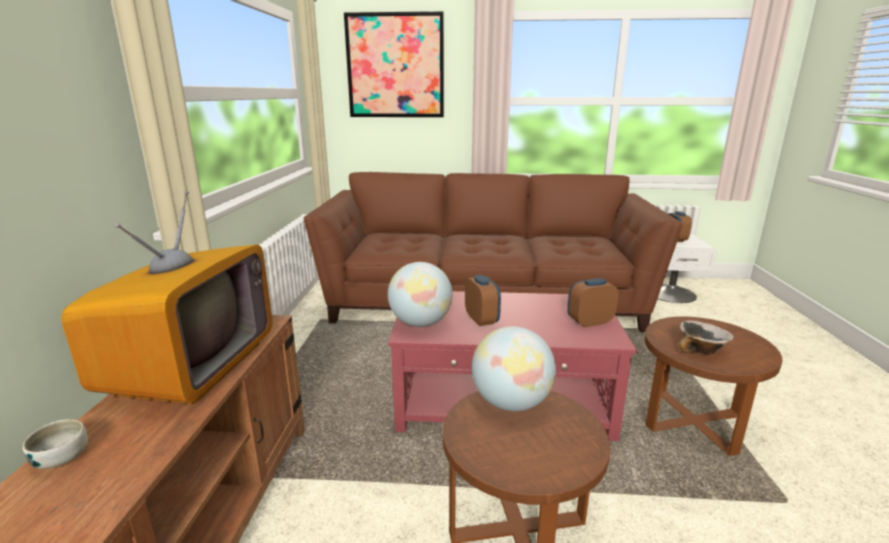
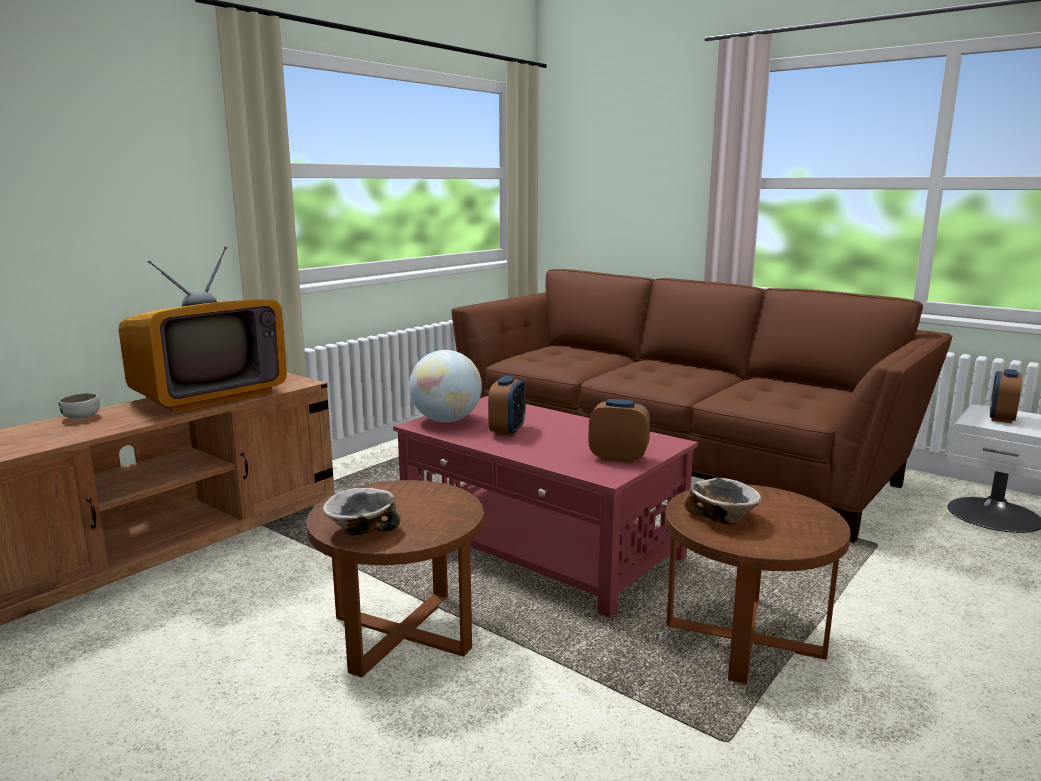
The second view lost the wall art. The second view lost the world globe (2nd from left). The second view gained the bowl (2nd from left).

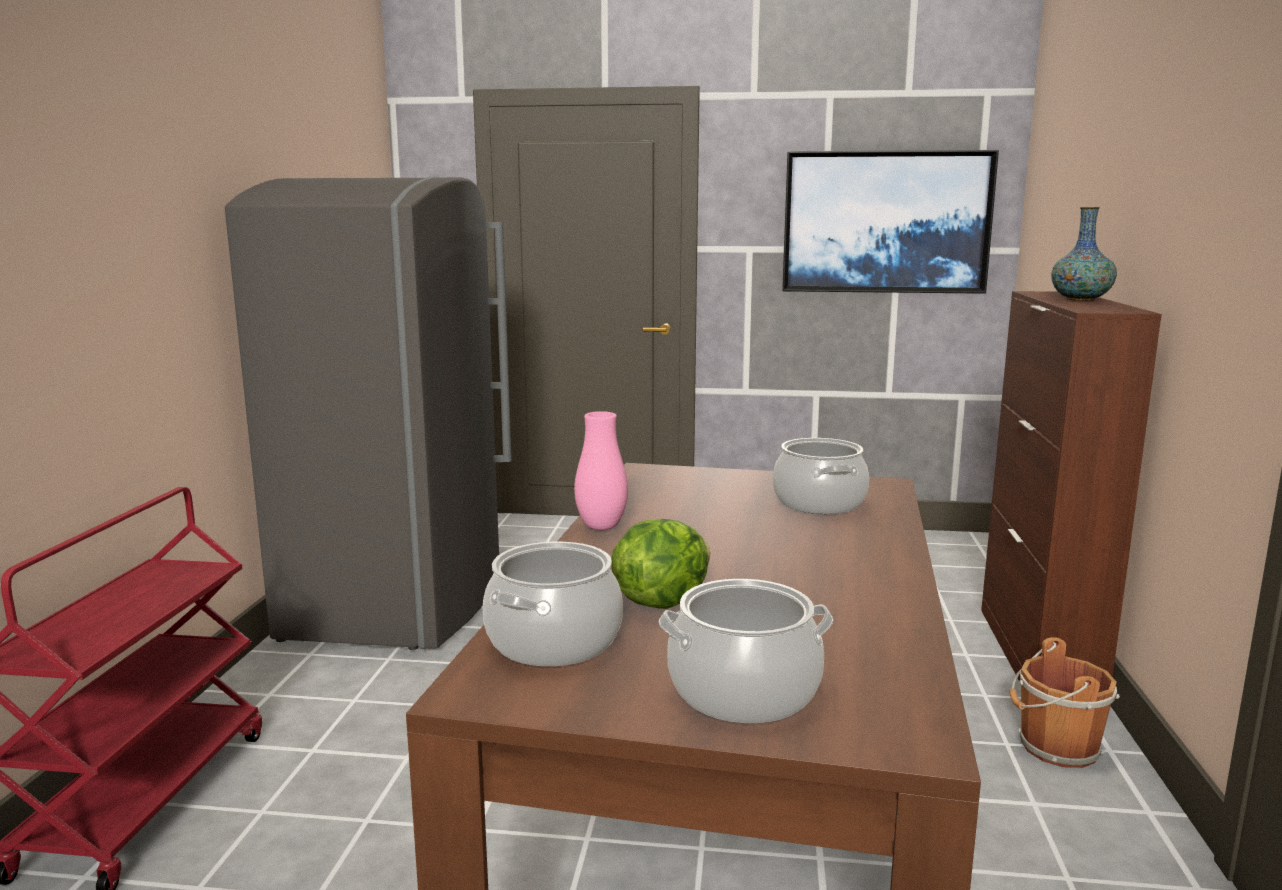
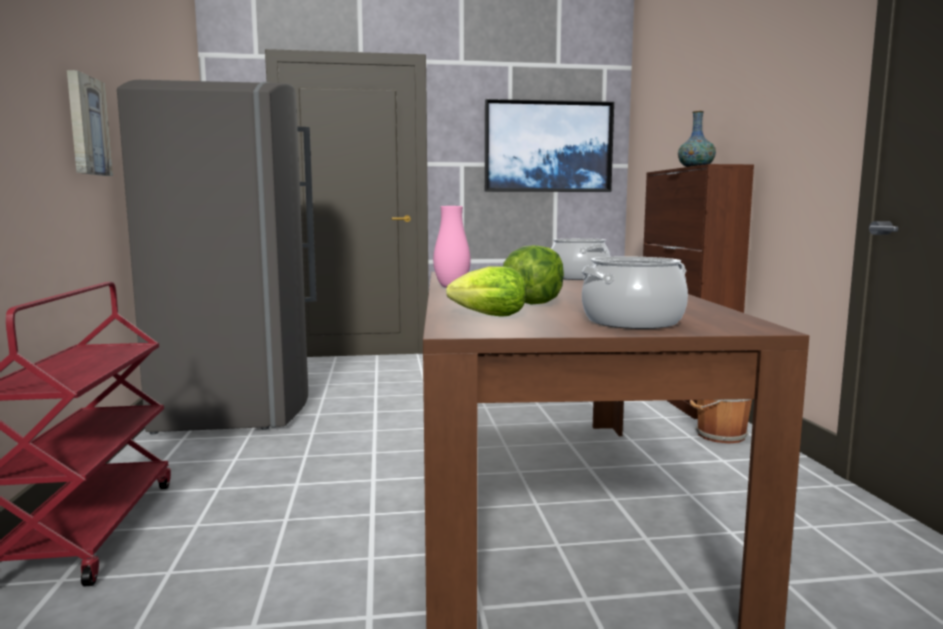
The second view gained the wall art (1st from left). Where the stockpot (1st from left) stood, the head of lettuce (1st from left) came to stand.

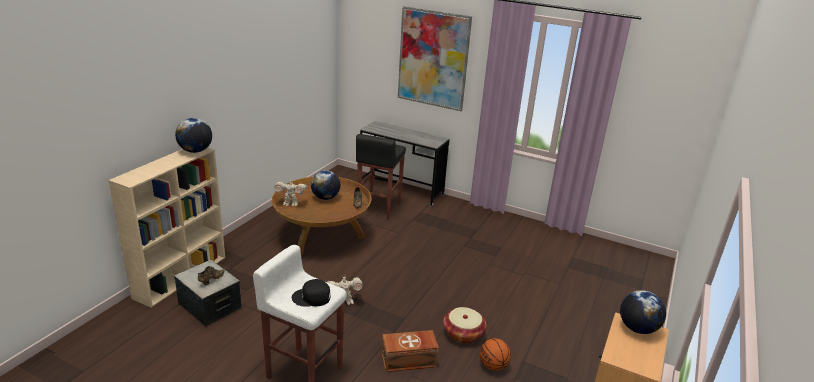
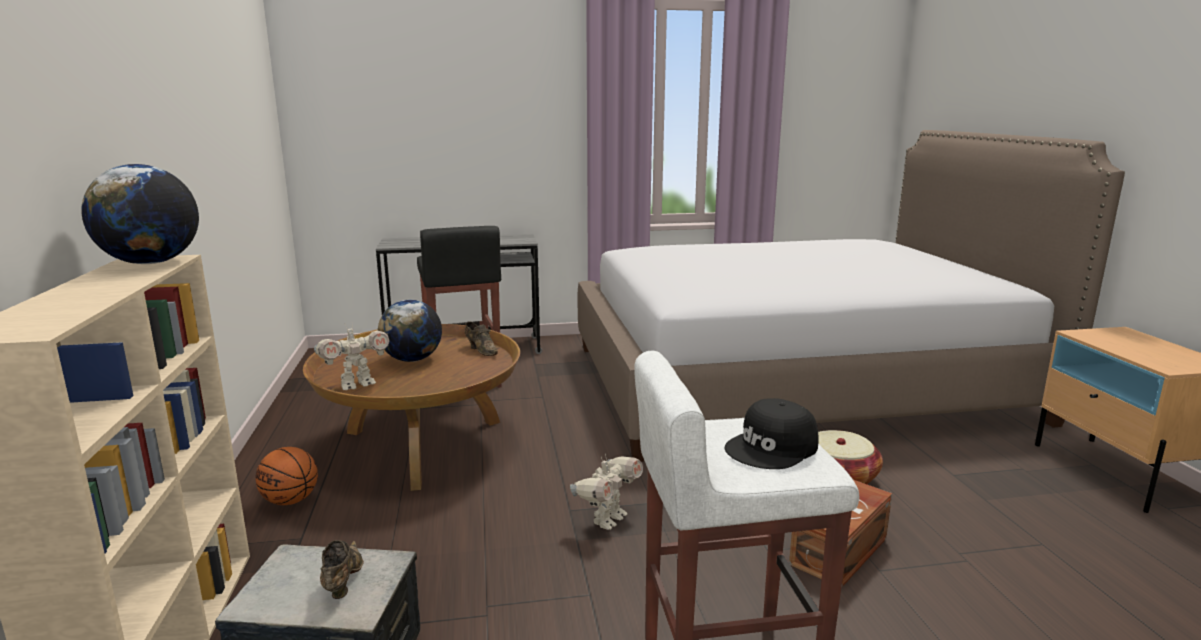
The second view lost the wall art. The second view lost the world globe (3rd from left). The second view gained the sleeping bed. The basketball ended up elsewhere.

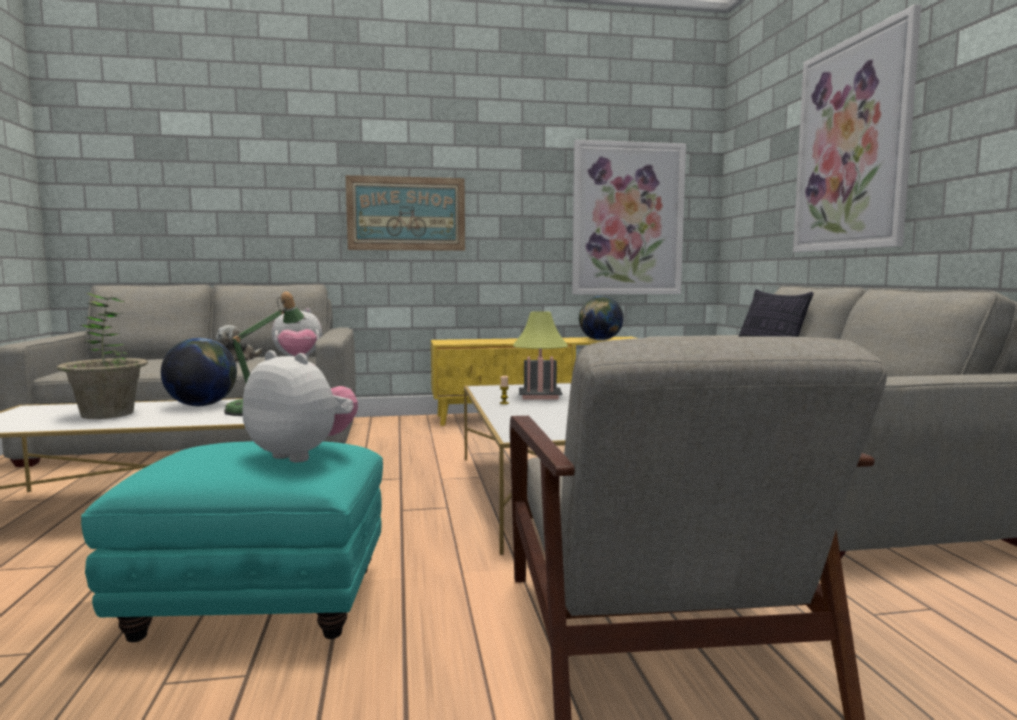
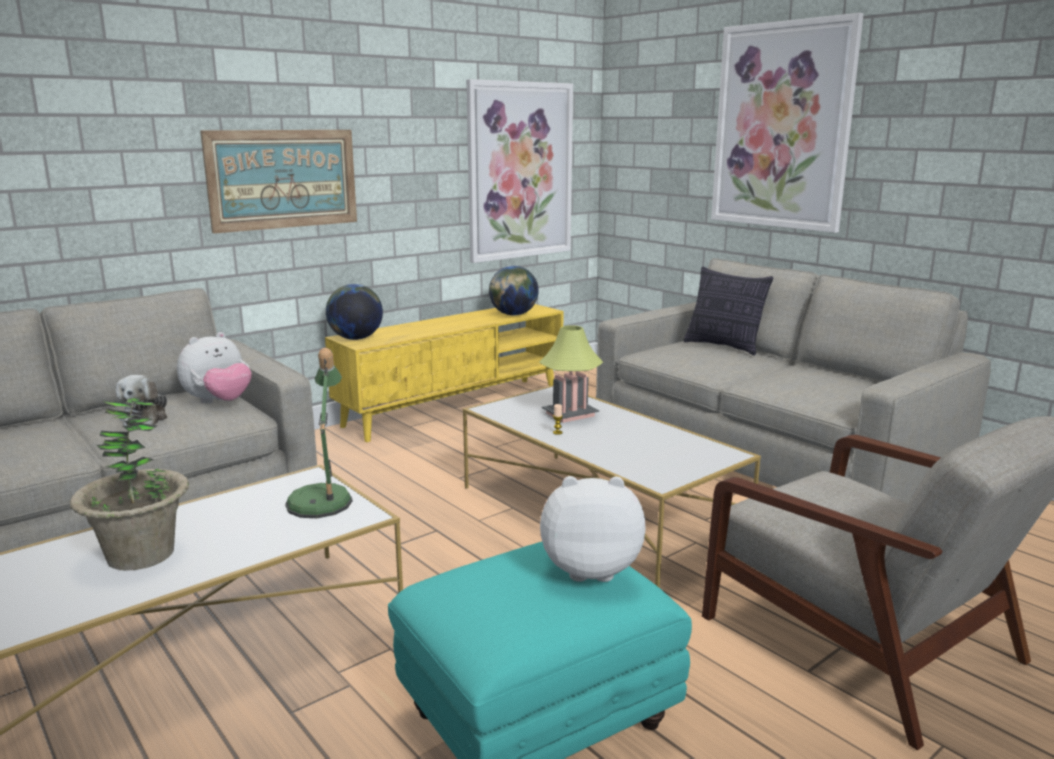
The world globe (1st from left) ended up elsewhere.

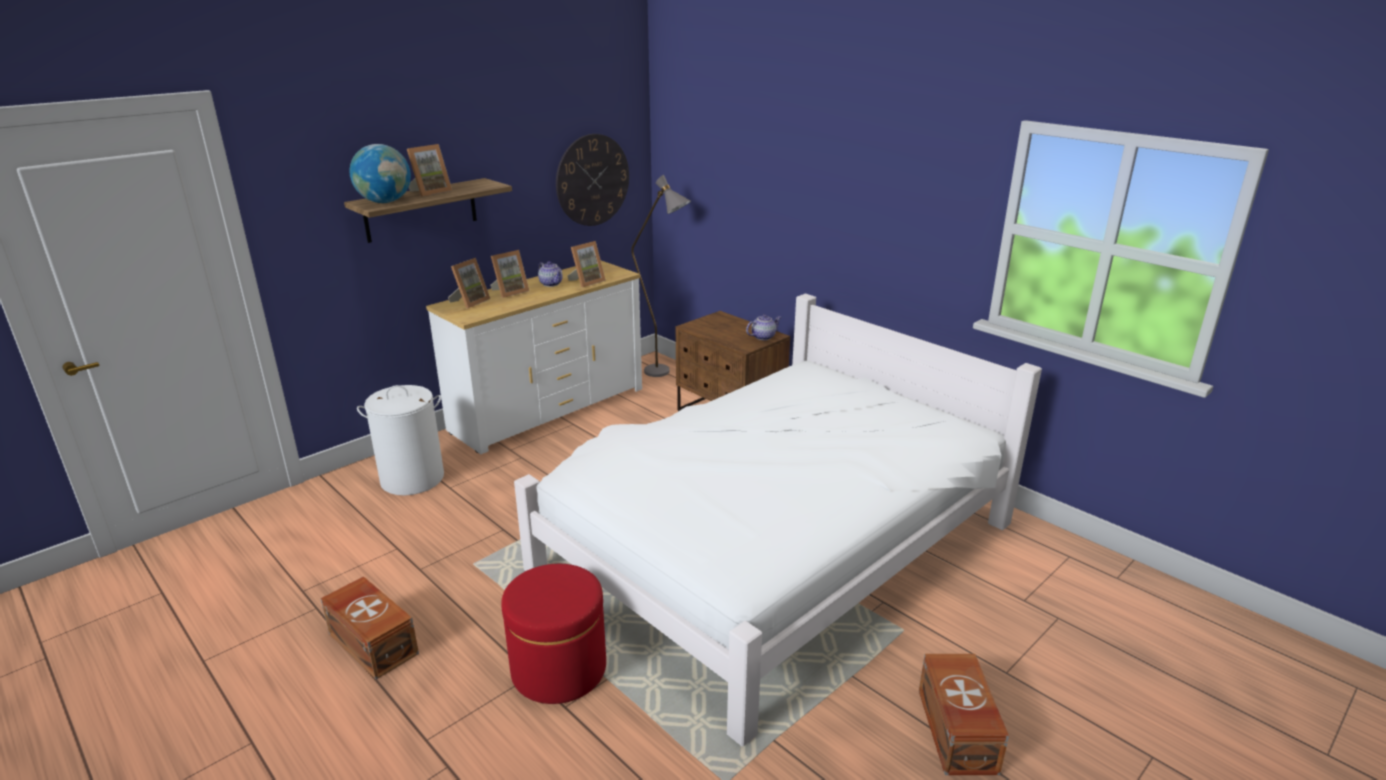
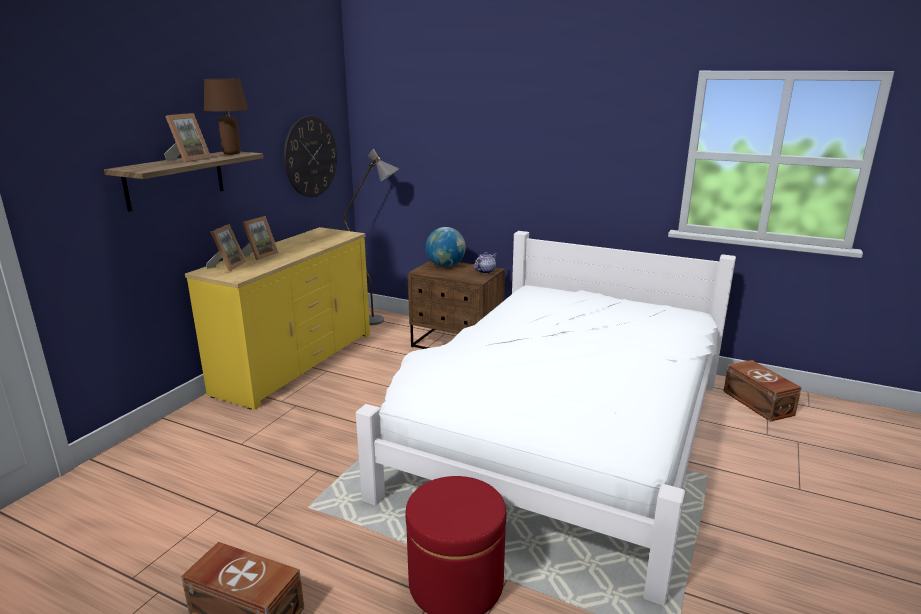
The second view lost the white-coloured washing basket. The second view lost the tea pot (1st from left). The second view lost the photo frame (4th from left). The second view gained the brown lamp for a table. The world globe ended up elsewhere. The brown storage box (2nd from left) ended up elsewhere. What was the white-coloured chest of drawers turned into the yellowish chest of drawers.

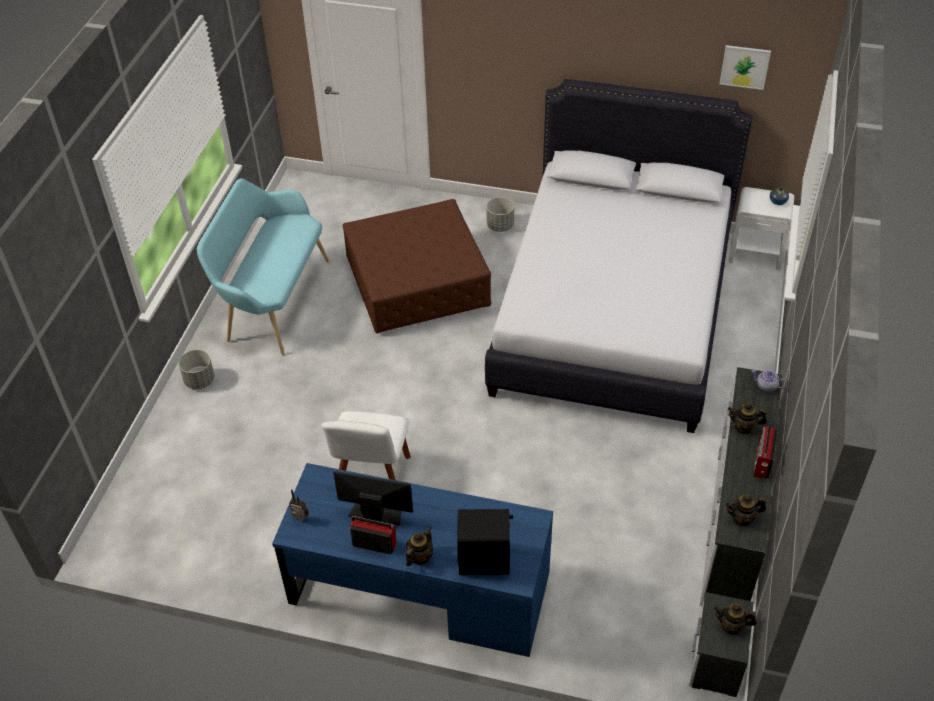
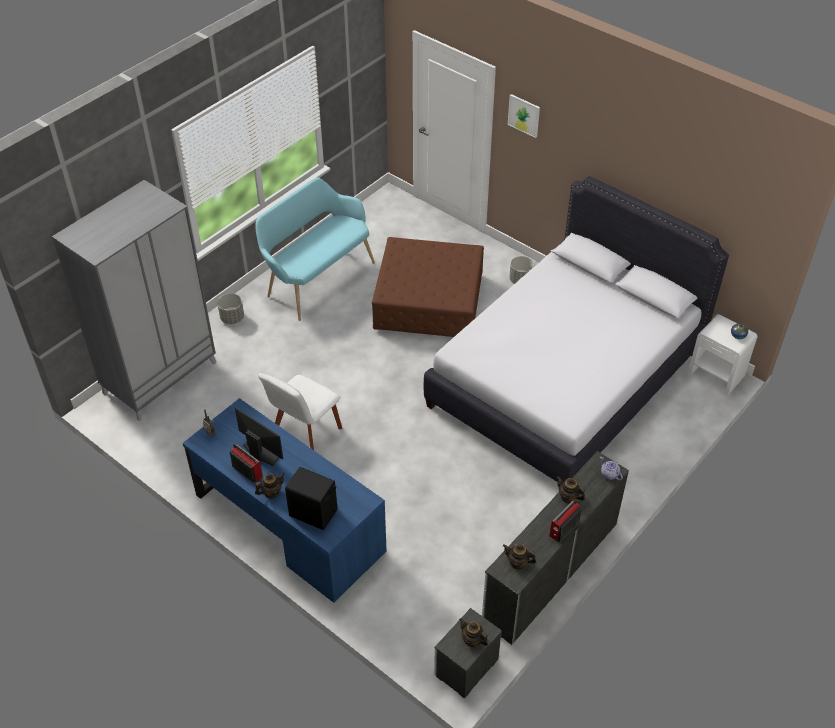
The second view gained the gray clothes cupboard. The wall art ended up elsewhere.

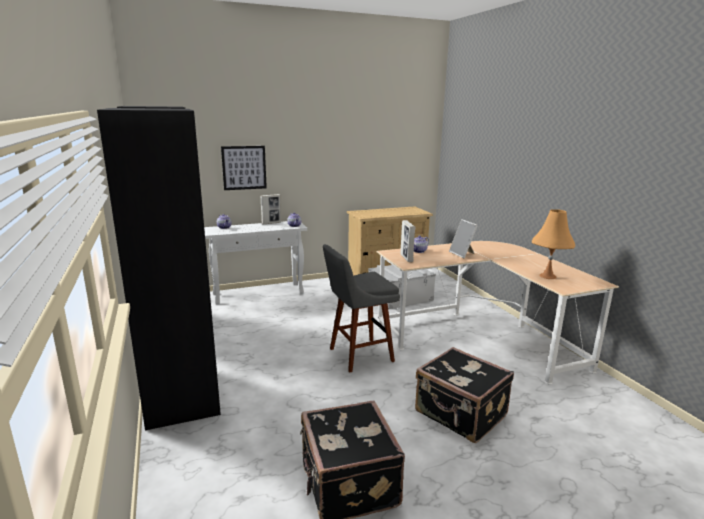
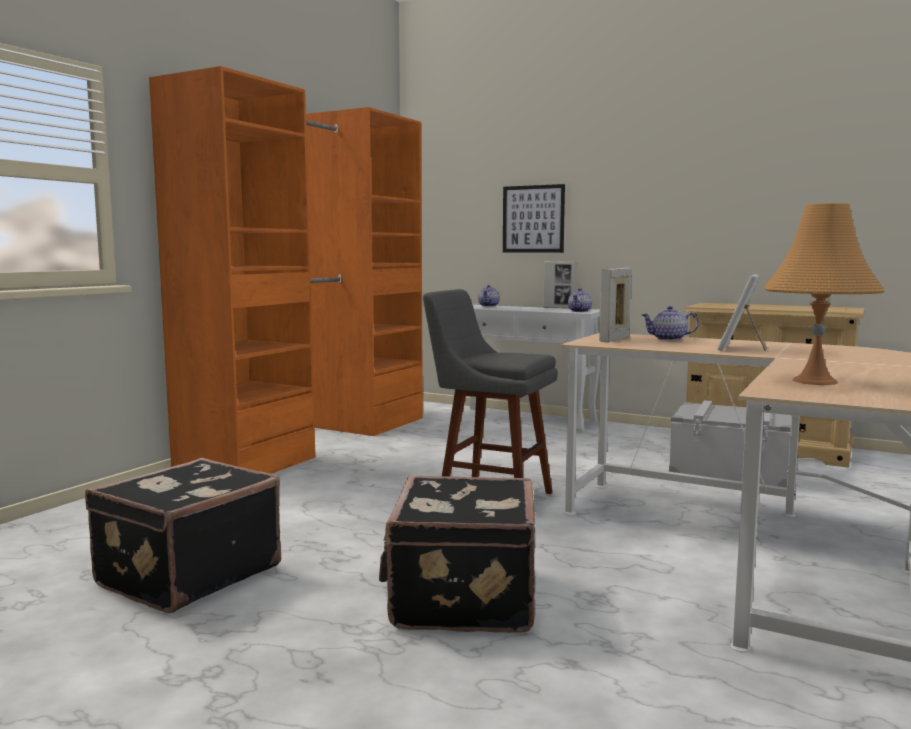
What was the black-coloured clothes cupboard turned into the orange clothes cupboard.

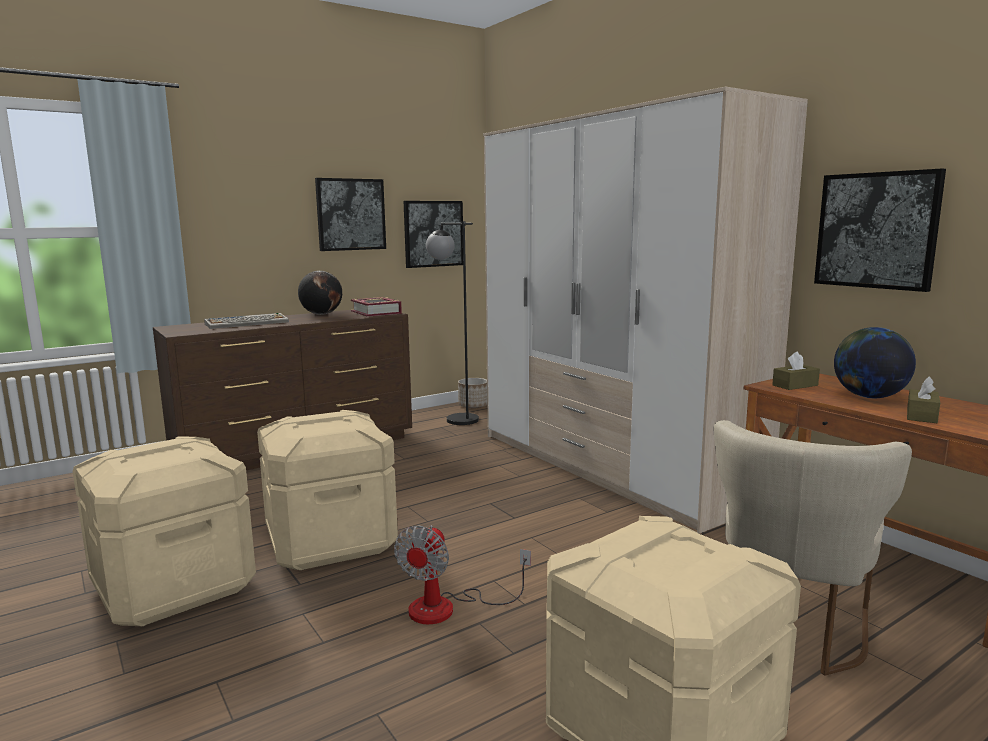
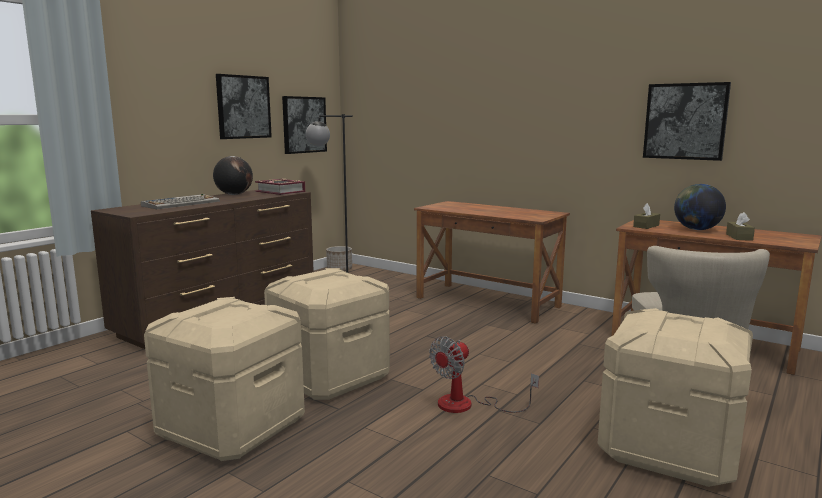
Where the clothes cupboard stood, the brown desk table (1st from left) came to stand. The fan ended up facing another way, 45 degrees clockwise from before.

